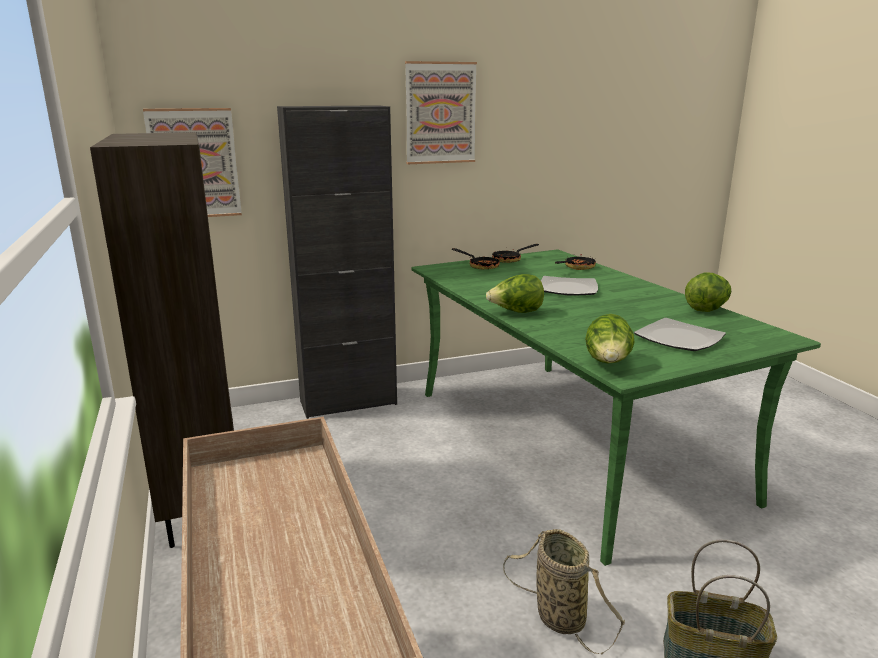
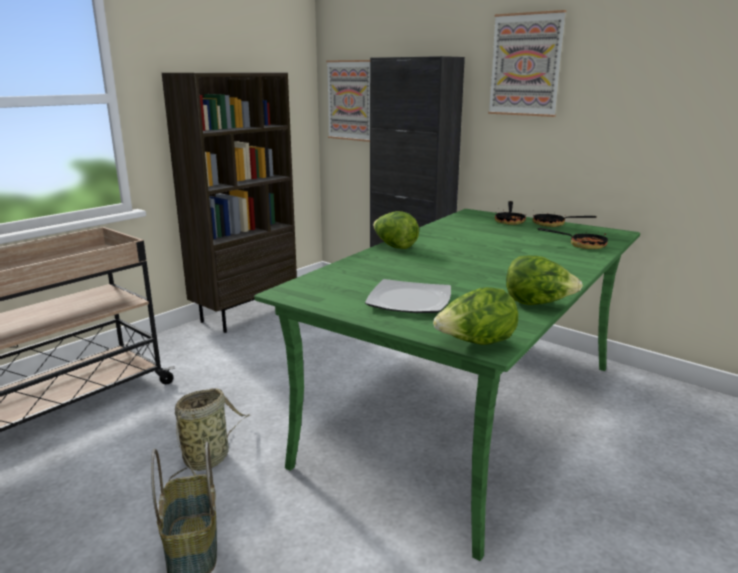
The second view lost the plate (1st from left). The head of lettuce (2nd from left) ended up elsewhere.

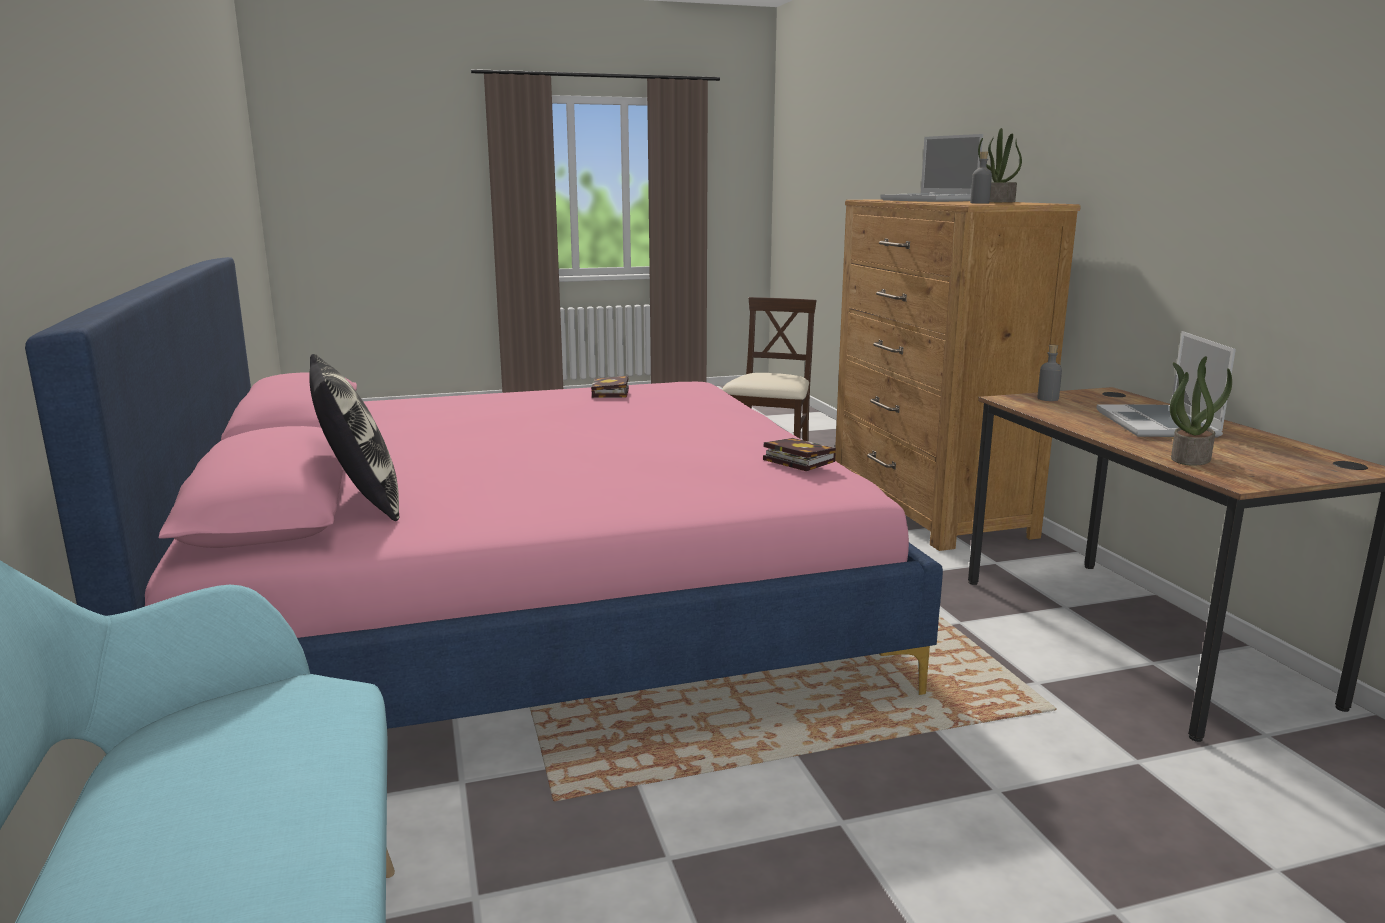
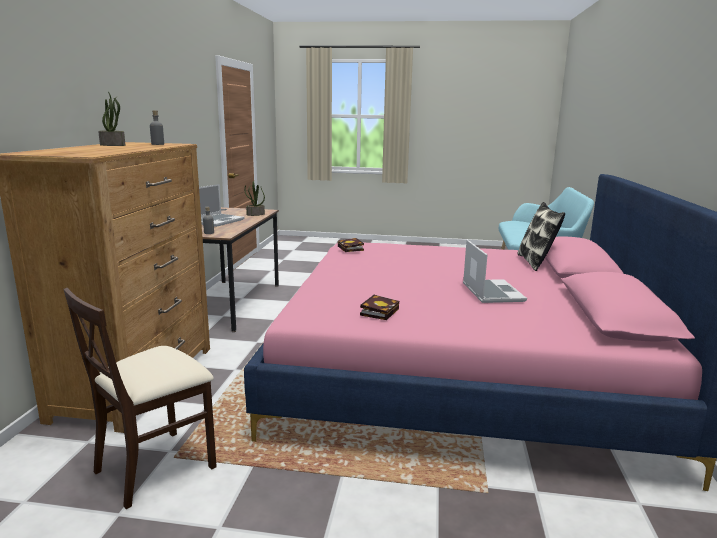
The portable computer (1st from left in the first image) ended up elsewhere.

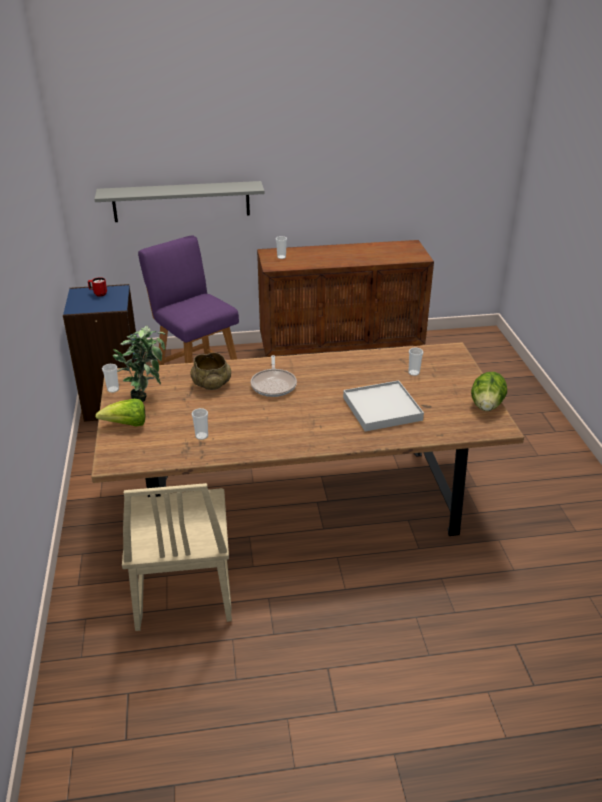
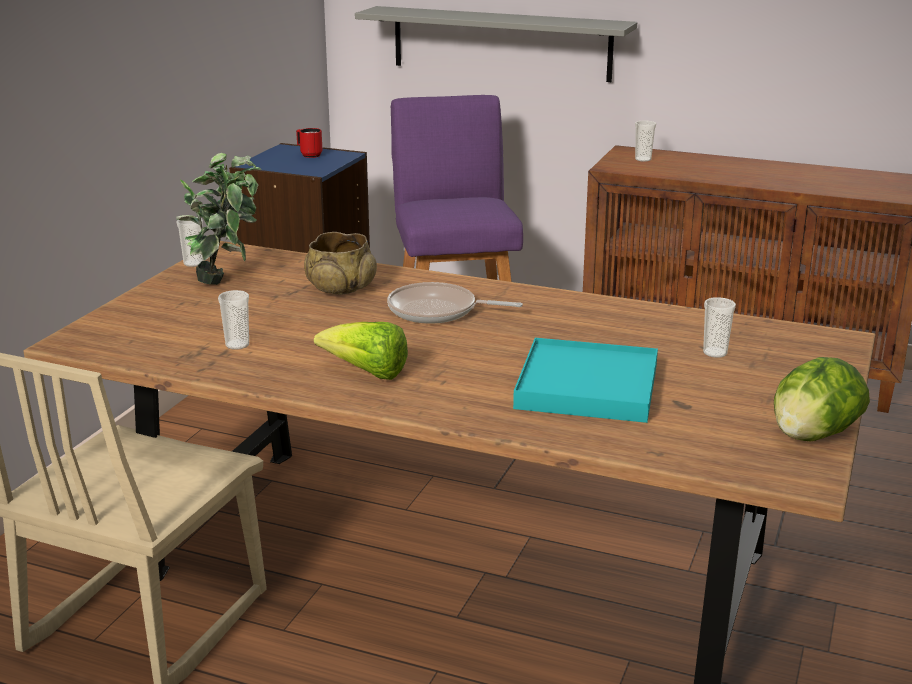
The head of lettuce (1st from left) ended up elsewhere. What was the white-coloured serving tray turned into the turquoise serving tray. The frying pan ended up facing another way, 75 degrees clockwise from before.

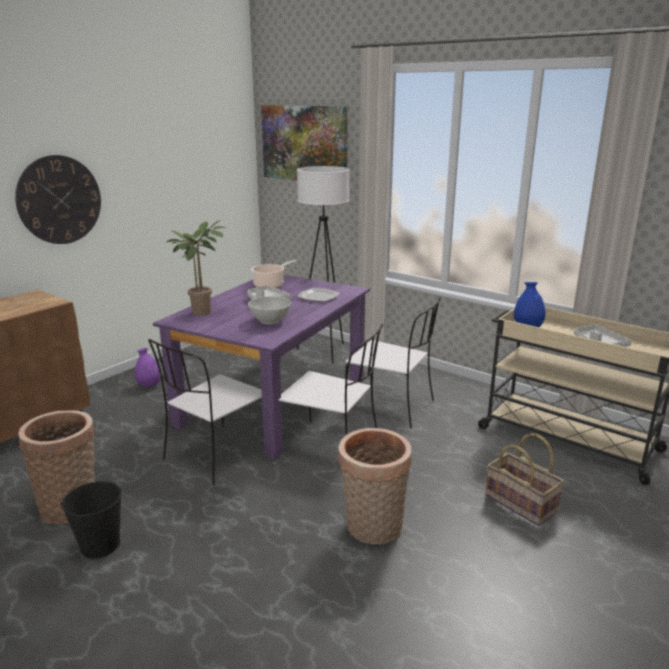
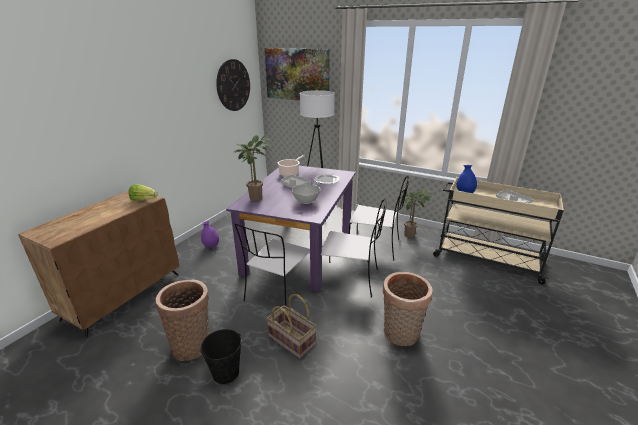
The second view gained the head of lettuce. The second view gained the plant in a pot (2nd from left). The wall clock ended up elsewhere. The storage basket (3rd from left in the first image) ended up elsewhere.

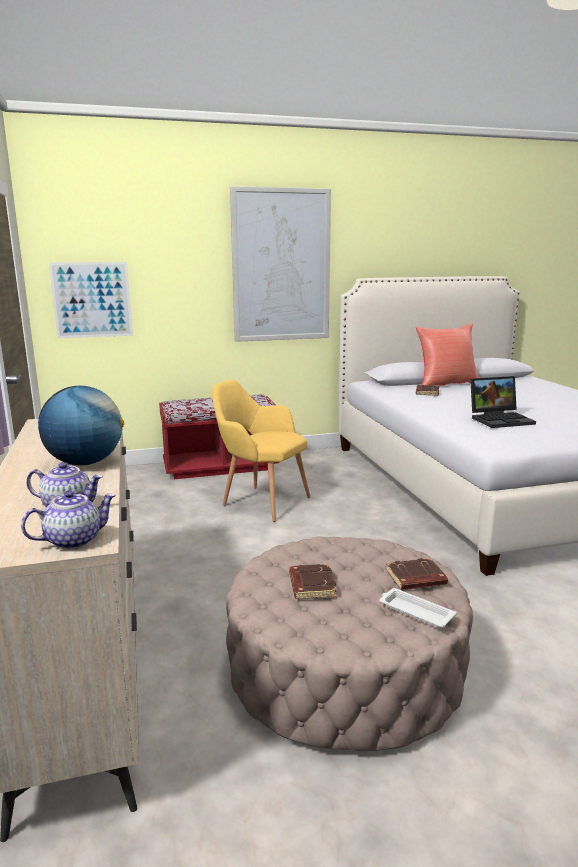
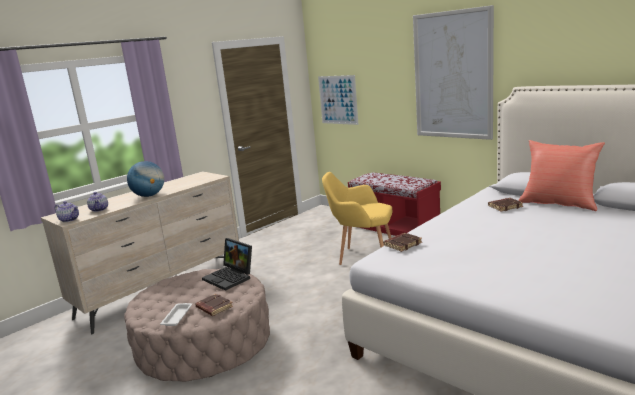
The brown volume (1st from left in the first image) ended up elsewhere. The portable computer ended up elsewhere. The yellowish armchair ended up facing another way, 75 degrees counterclockwise from before.

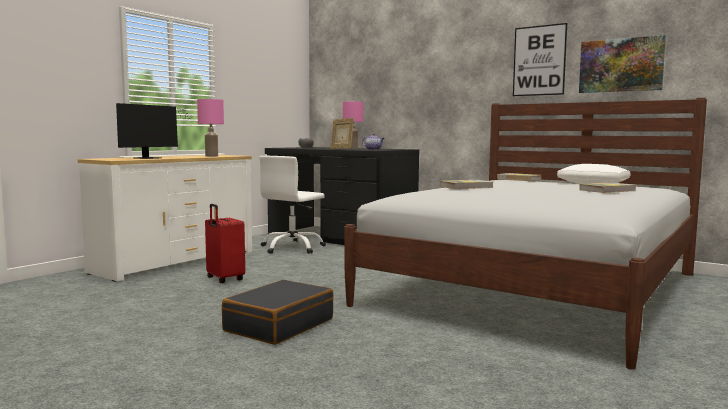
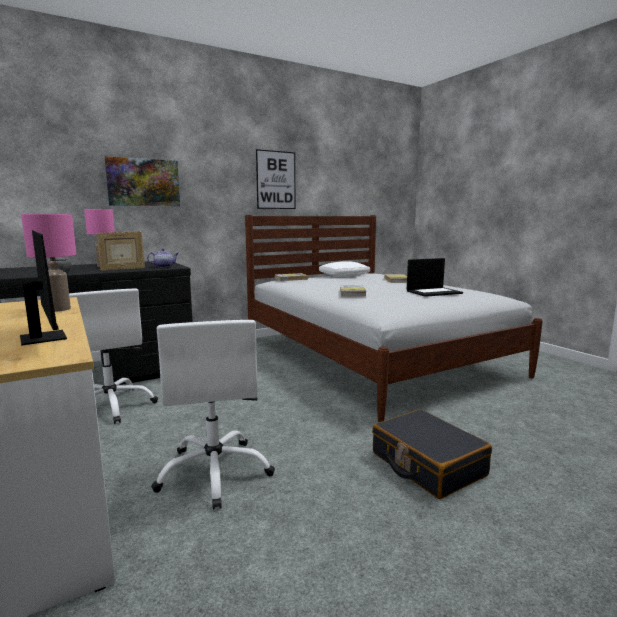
The second view gained the portable computer. The wall art (2nd from left in the first image) ended up elsewhere. Where the red suitcase stood, the white-coloured computer chair (2nd from left) came to stand.

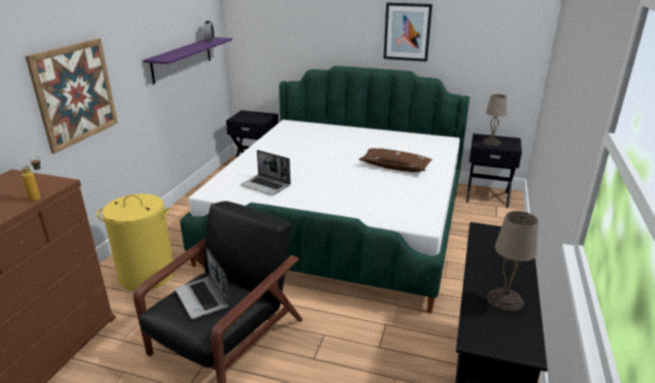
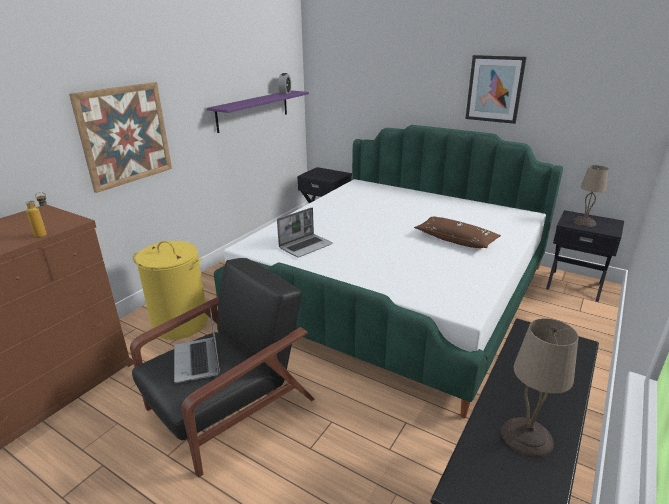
The portable computer (2nd from left) ended up facing another way, 90 degrees counterclockwise from before.

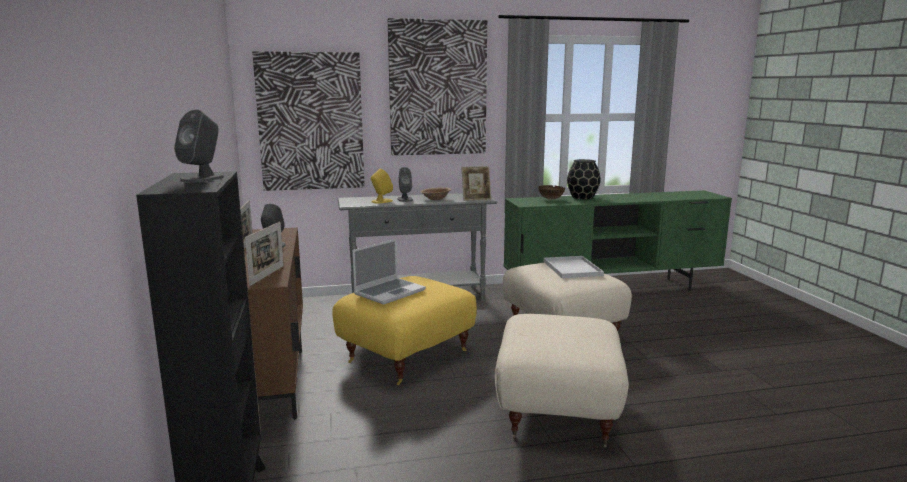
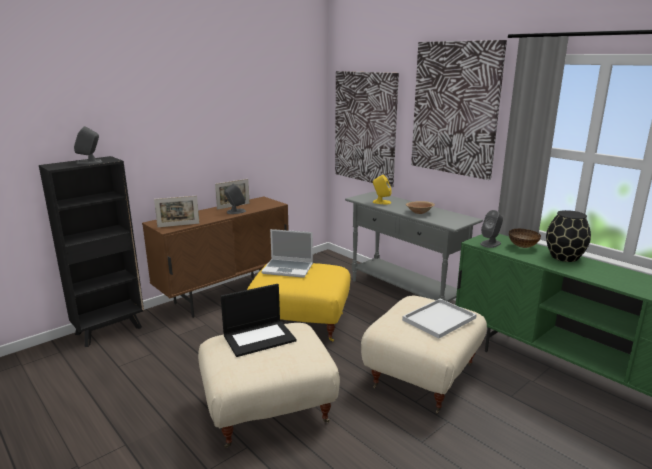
The second view lost the photo frame (3rd from left). The second view gained the portable computer (1st from left). The gray speaker (3rd from left) ended up elsewhere.

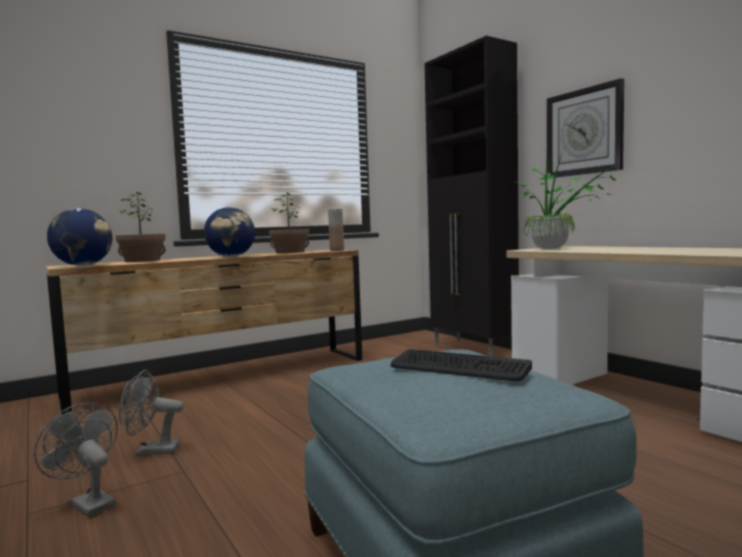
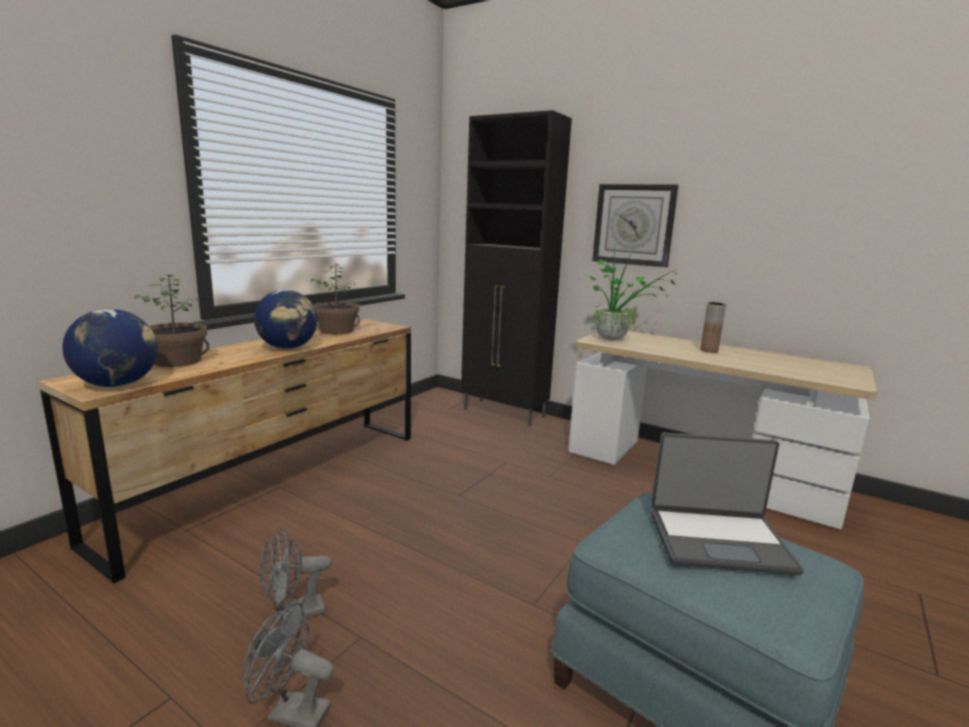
The brown decorative vase ended up elsewhere. Where the PC keyboard stood, the portable computer came to stand.

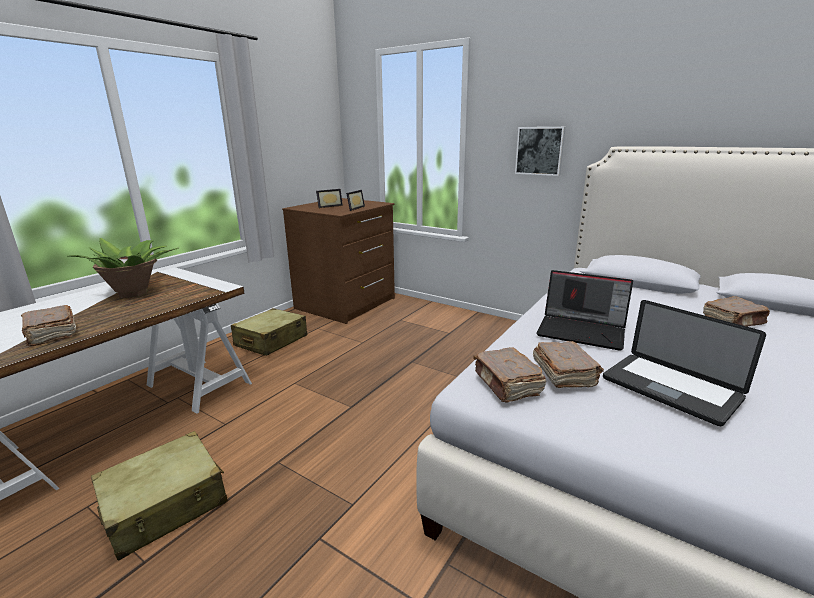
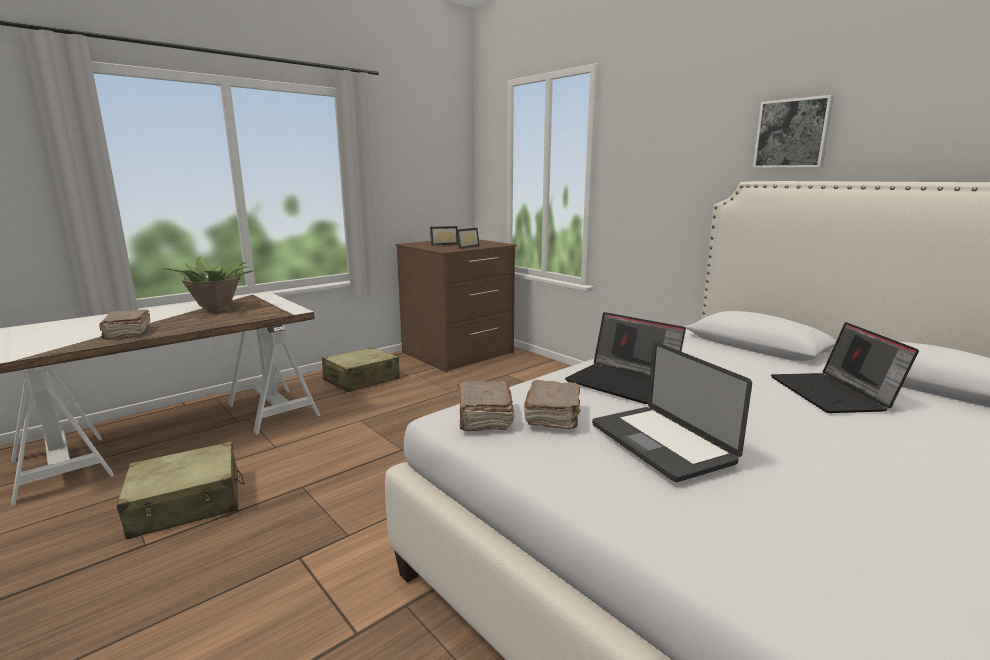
The wall art ended up elsewhere. Where the brown volume (4th from left) stood, the portable computer (3rd from left) came to stand.

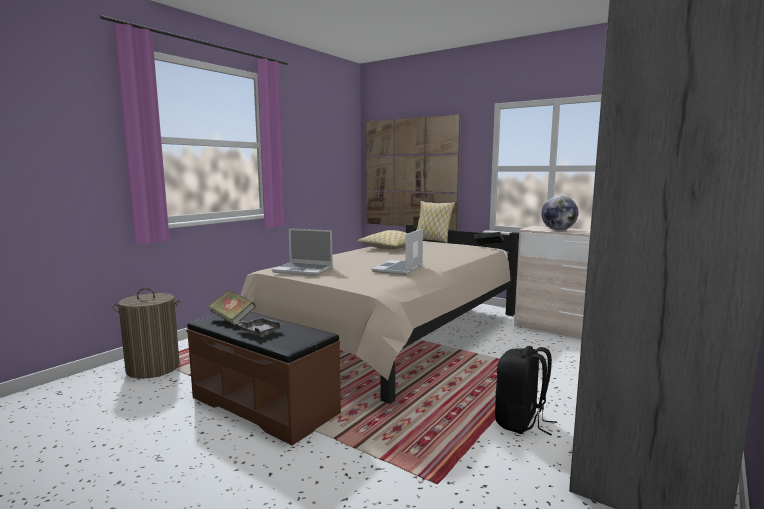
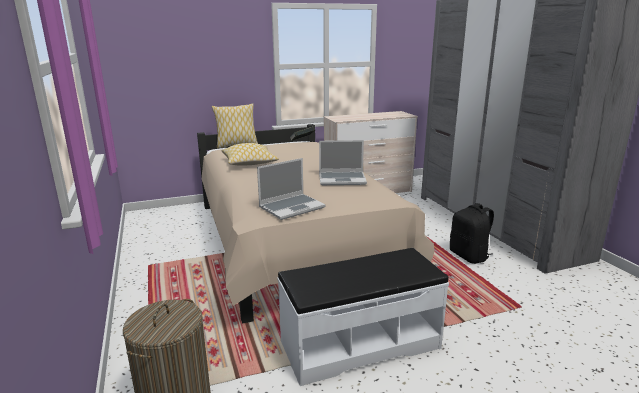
The second view lost the volume (1st from left). The second view lost the gray serving tray. The second view lost the wall art. The second view lost the world globe. What was the brown indoor bench turned into the white-coloured indoor bench. The portable computer (2nd from left) ended up facing another way, 60 degrees counterclockwise from before.

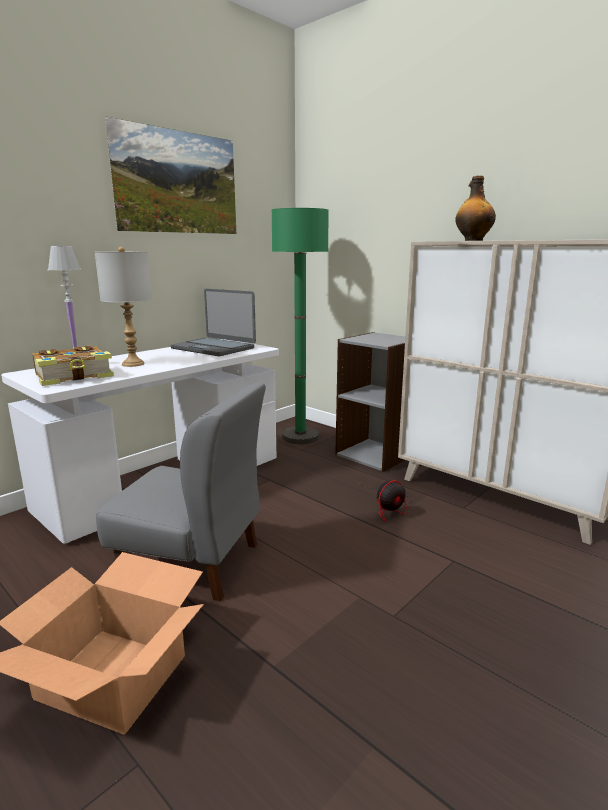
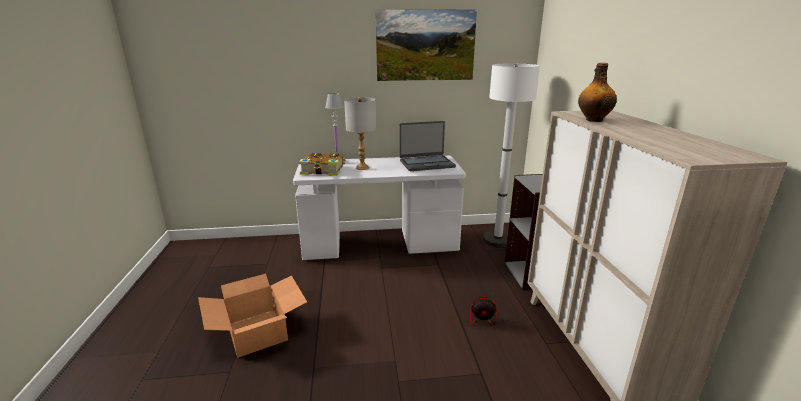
The second view lost the gray chair. What was the green-coloured floor lamp turned into the white-coloured floor lamp. The portable computer ended up facing another way, 90 degrees counterclockwise from before.

